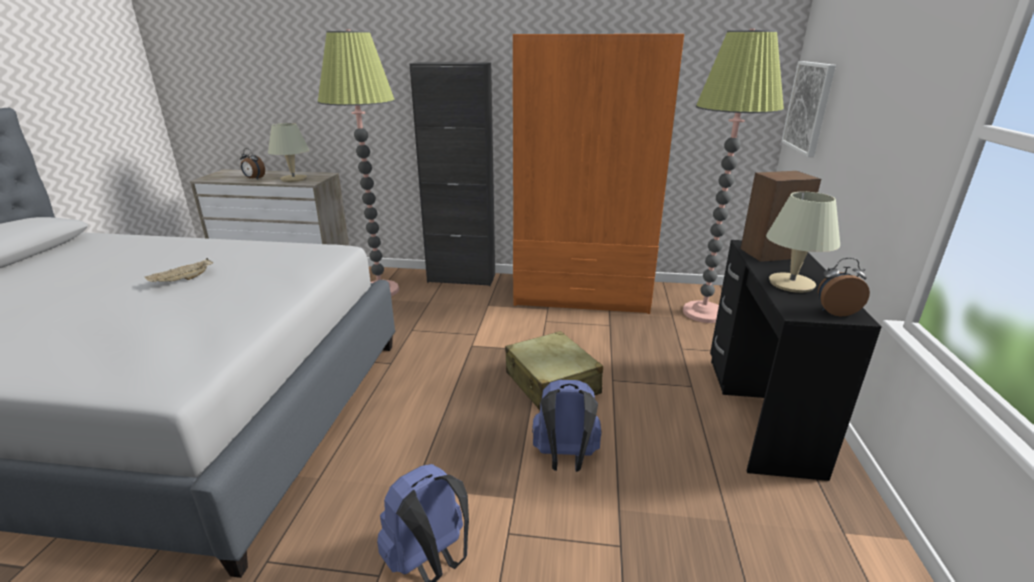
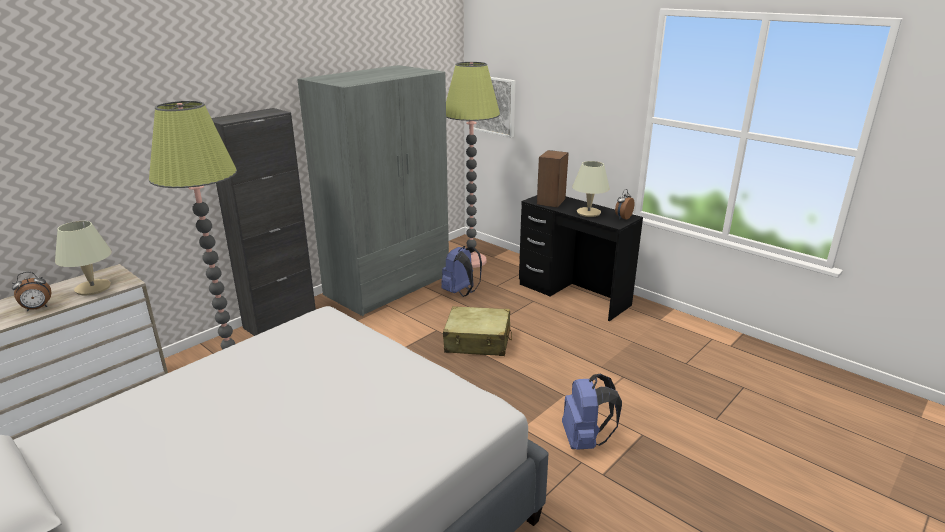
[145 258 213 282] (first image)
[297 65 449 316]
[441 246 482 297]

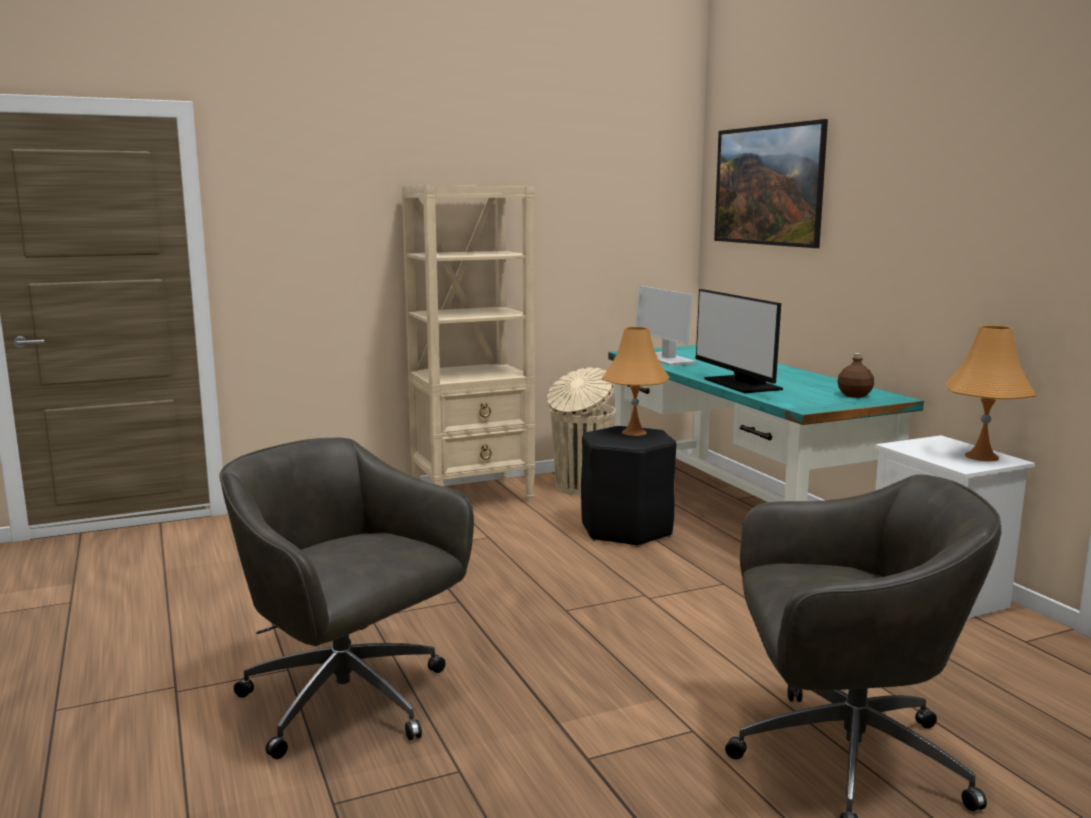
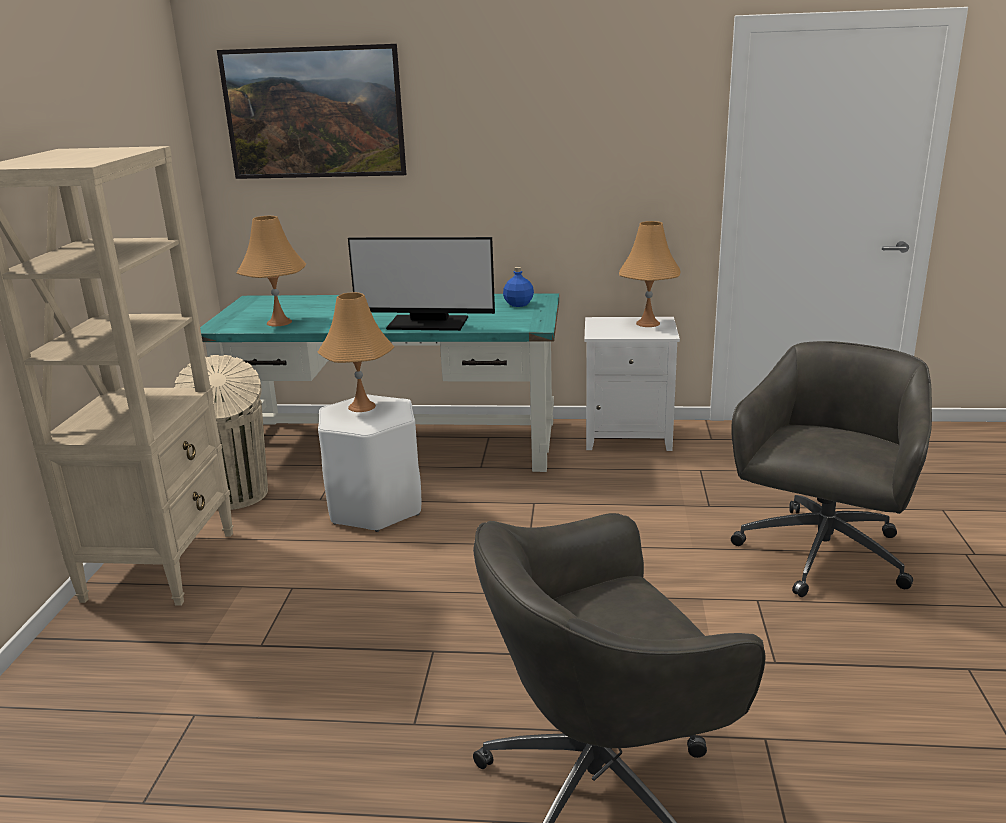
[318 394 421 532]
[237 216 306 327]
[503 267 534 307]

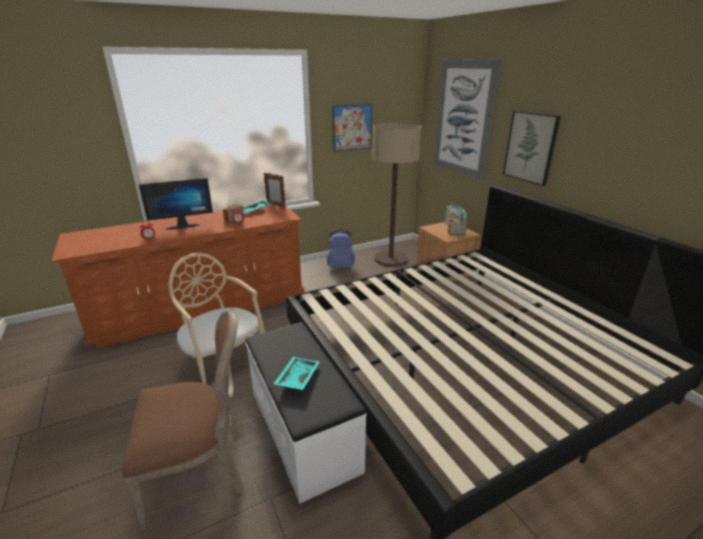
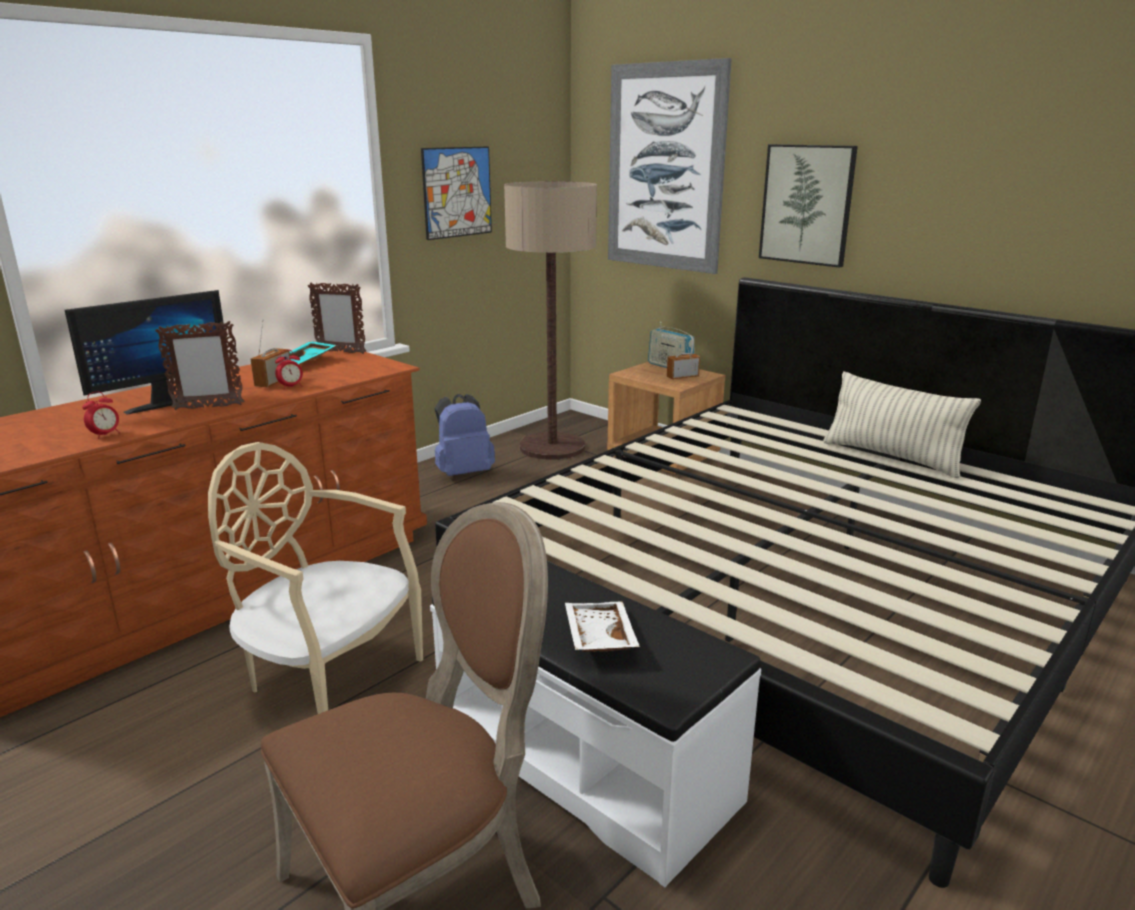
[565 601 640 652]
[155 321 244 410]
[823 371 981 478]

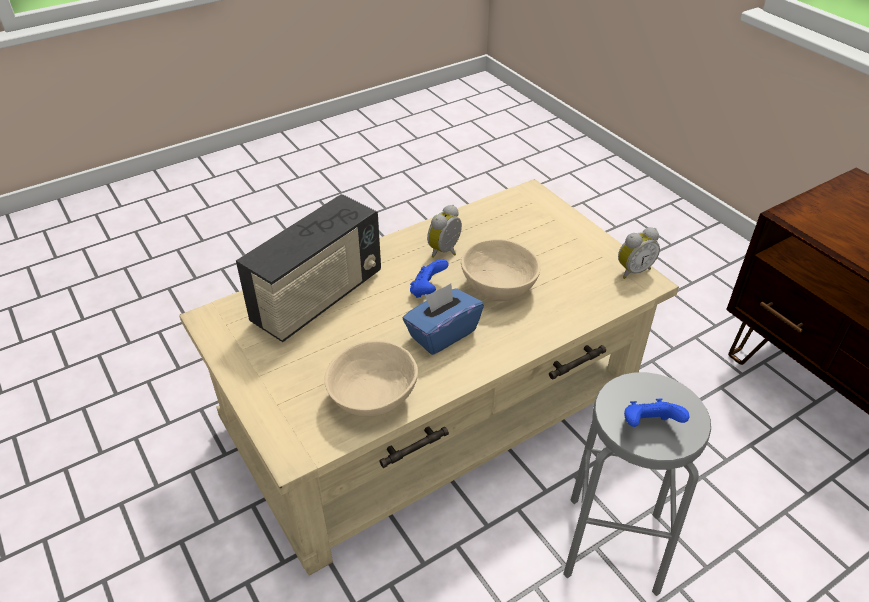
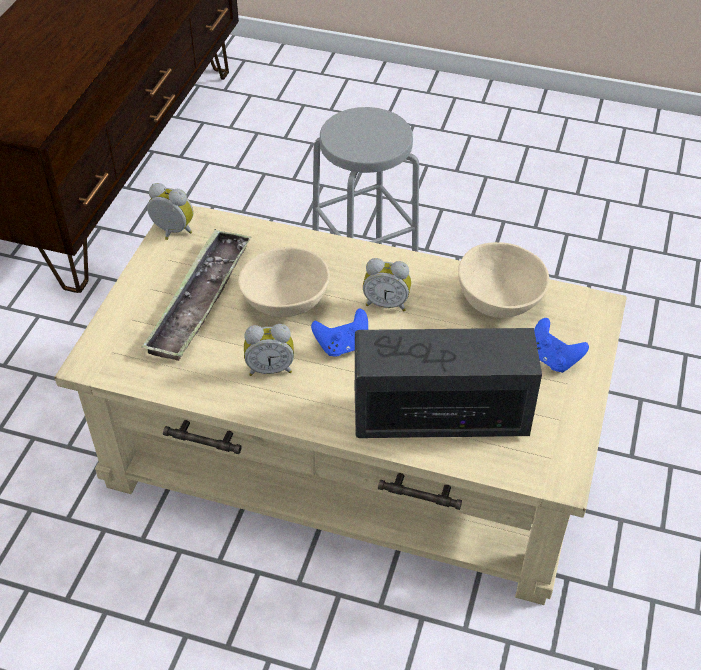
[363 258 411 311]
[534 318 589 373]
[142 229 252 361]

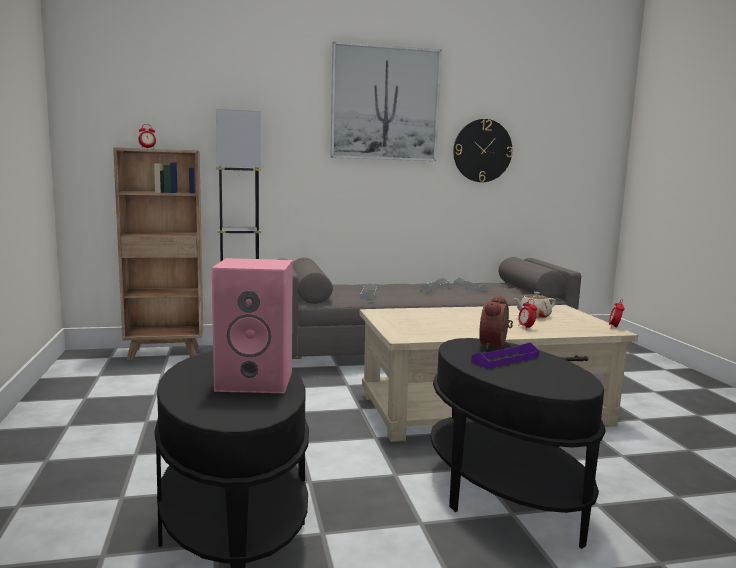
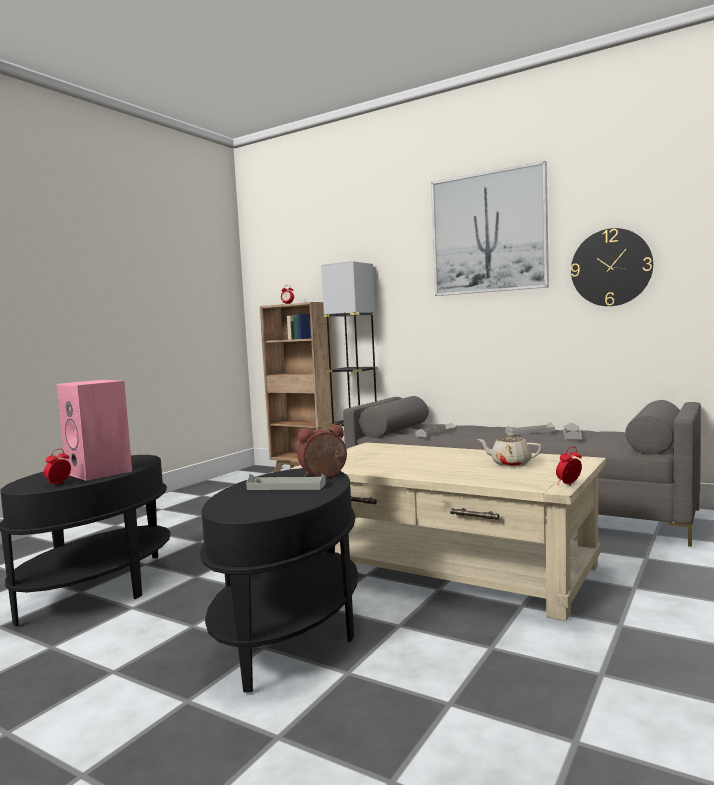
[246 473 326 490]
[44 449 71 486]

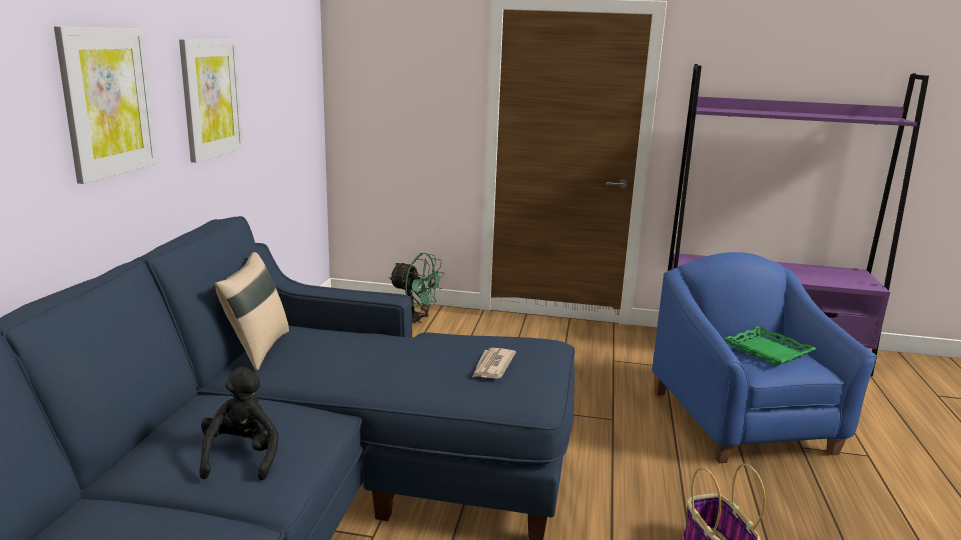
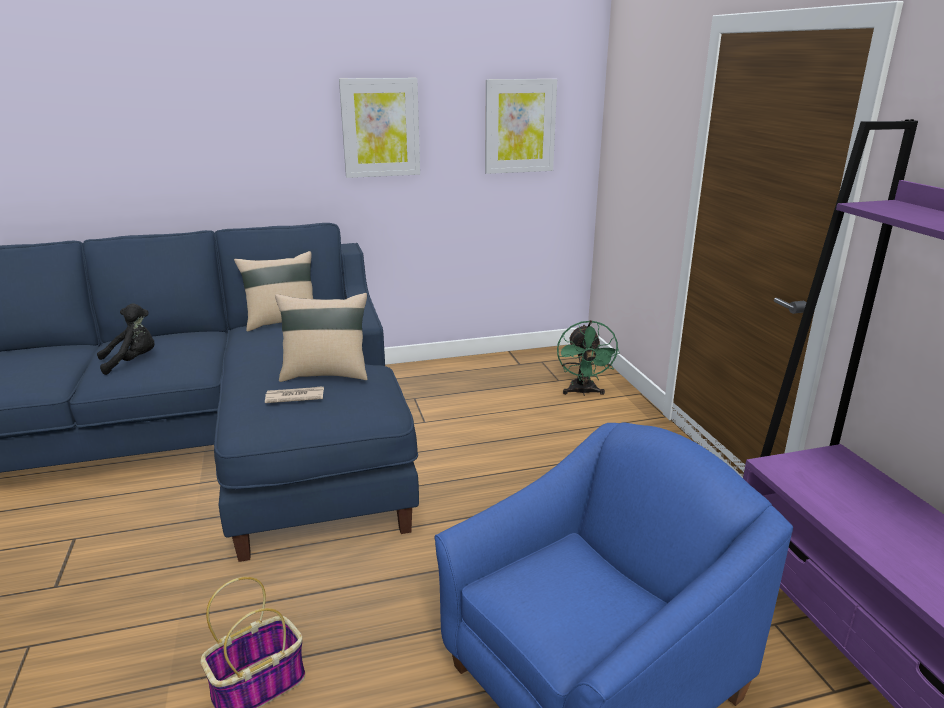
[485 79 557 174]
[724 326 816 366] (first image)
[275 293 368 382]

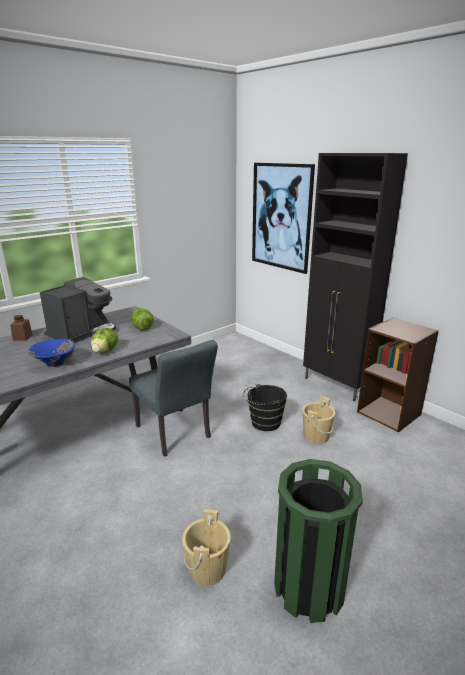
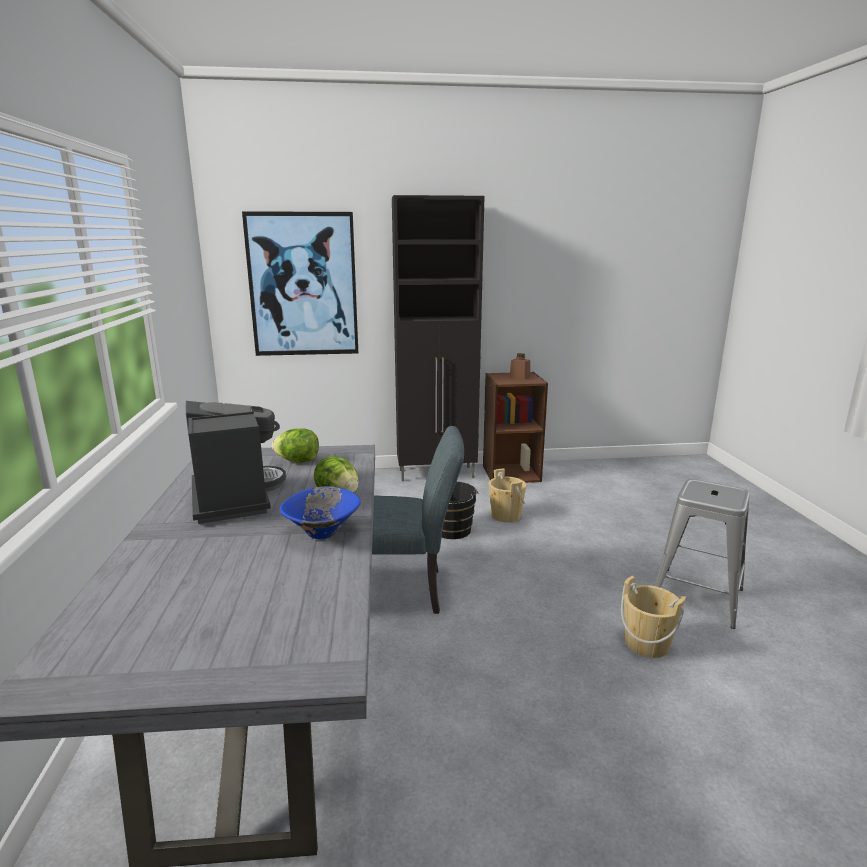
[510 353 530 379]
[655 479 750 629]

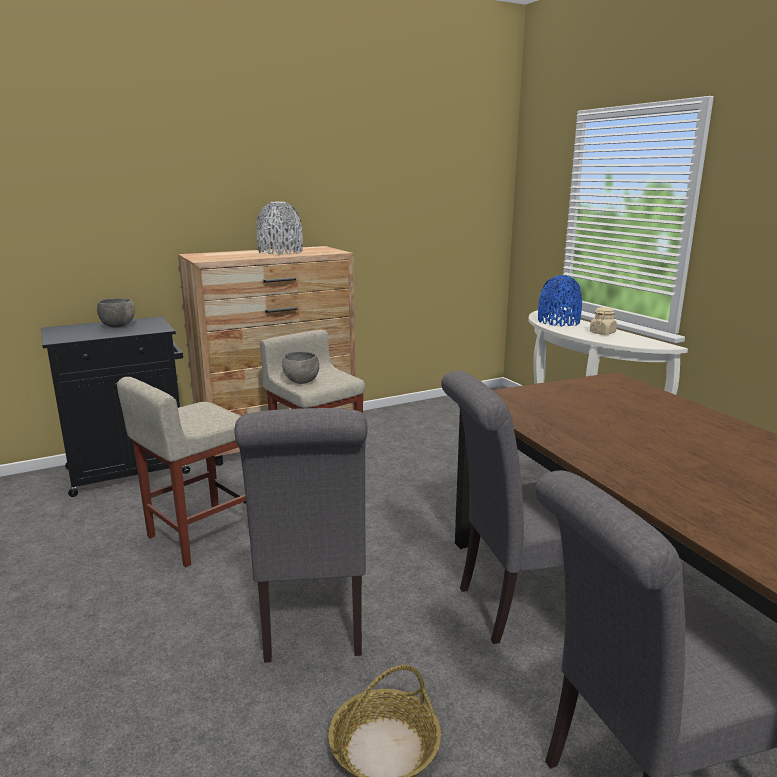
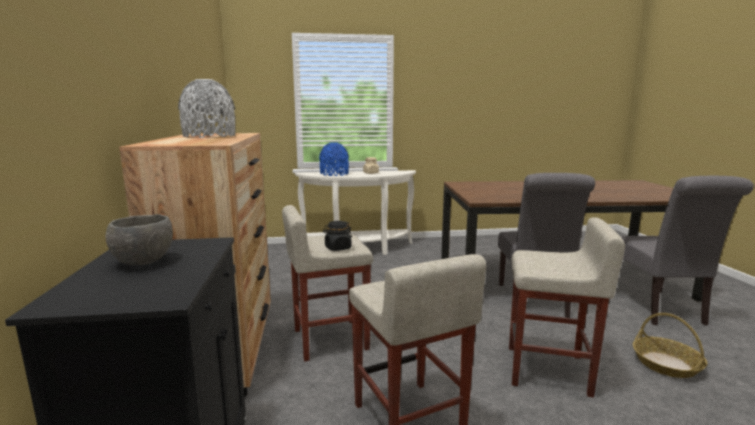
[509 217 625 398]
[323 221 352 251]

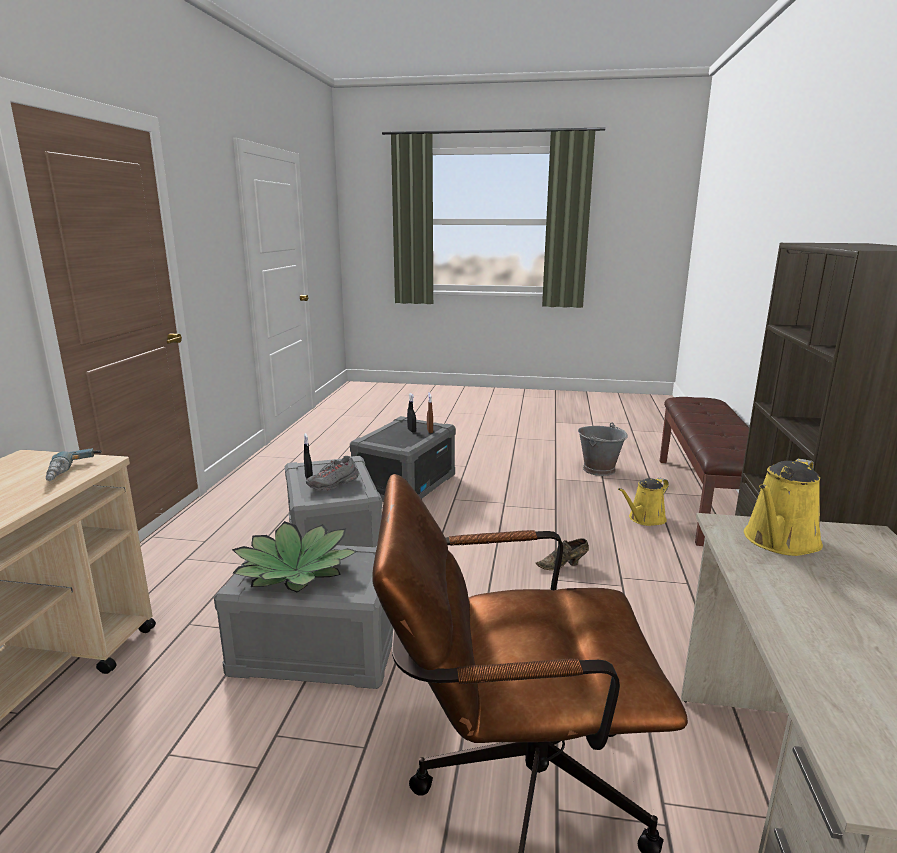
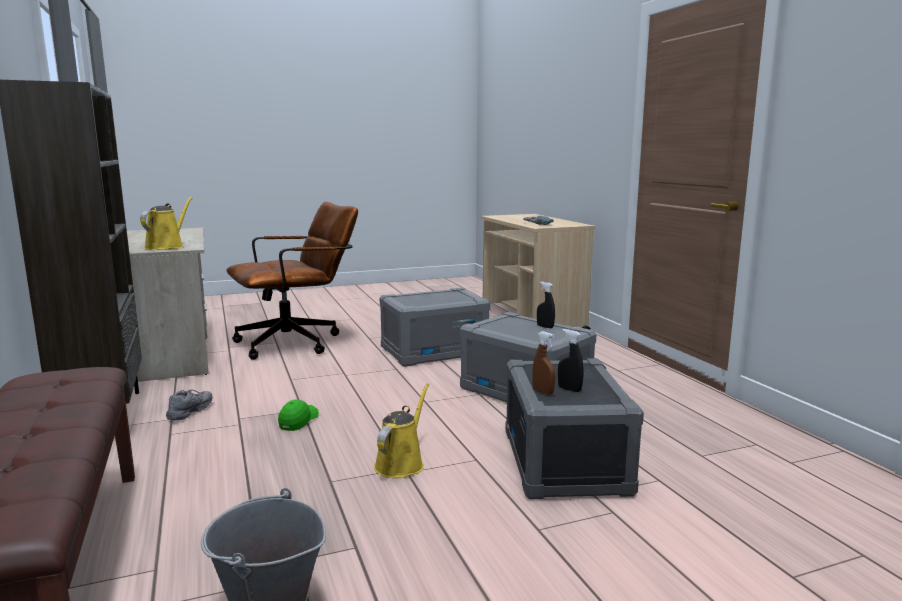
[232 521 357 592] (first image)
[166 389 213 421]
[278 399 319 431]
[374 383 429 478]

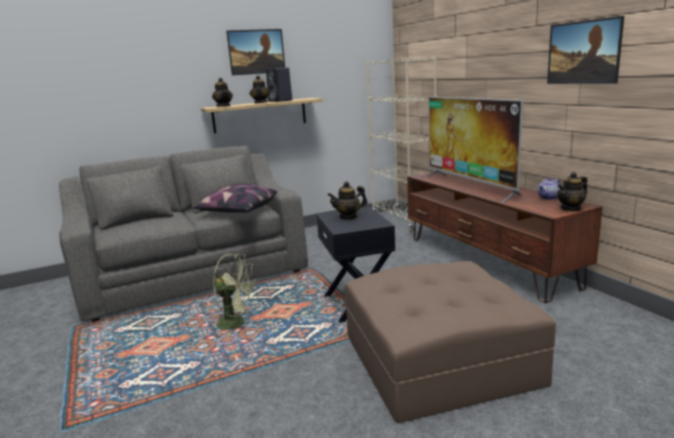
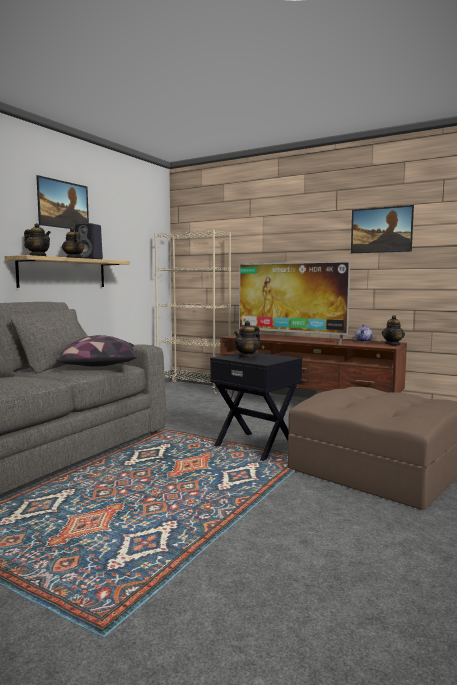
[213 254 258 336] (first image)

